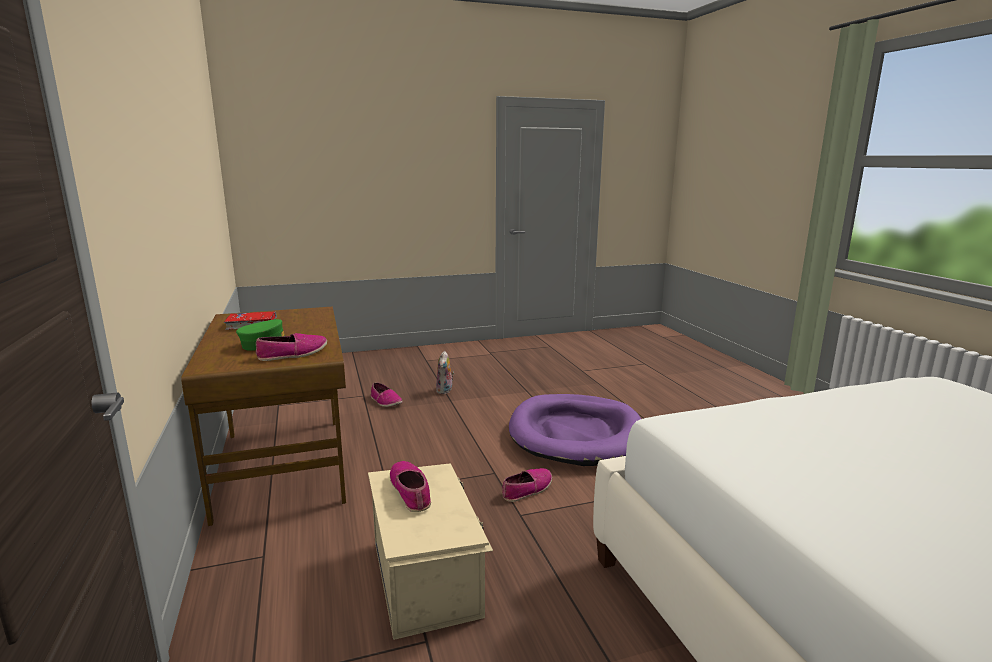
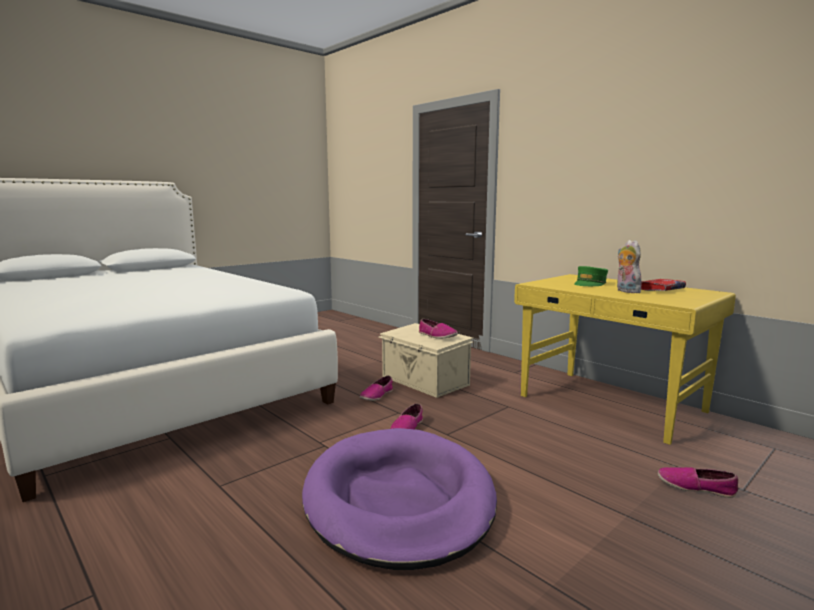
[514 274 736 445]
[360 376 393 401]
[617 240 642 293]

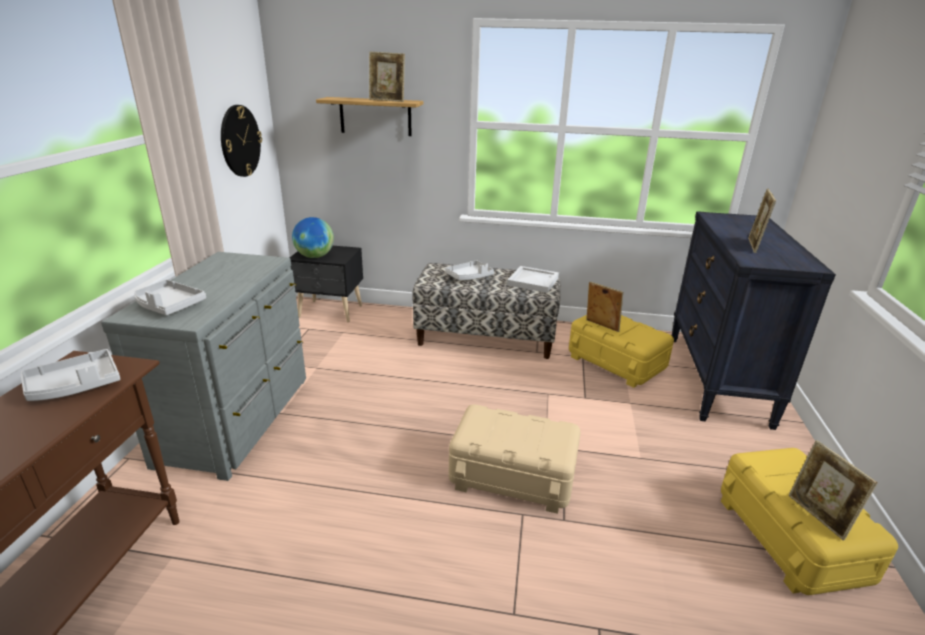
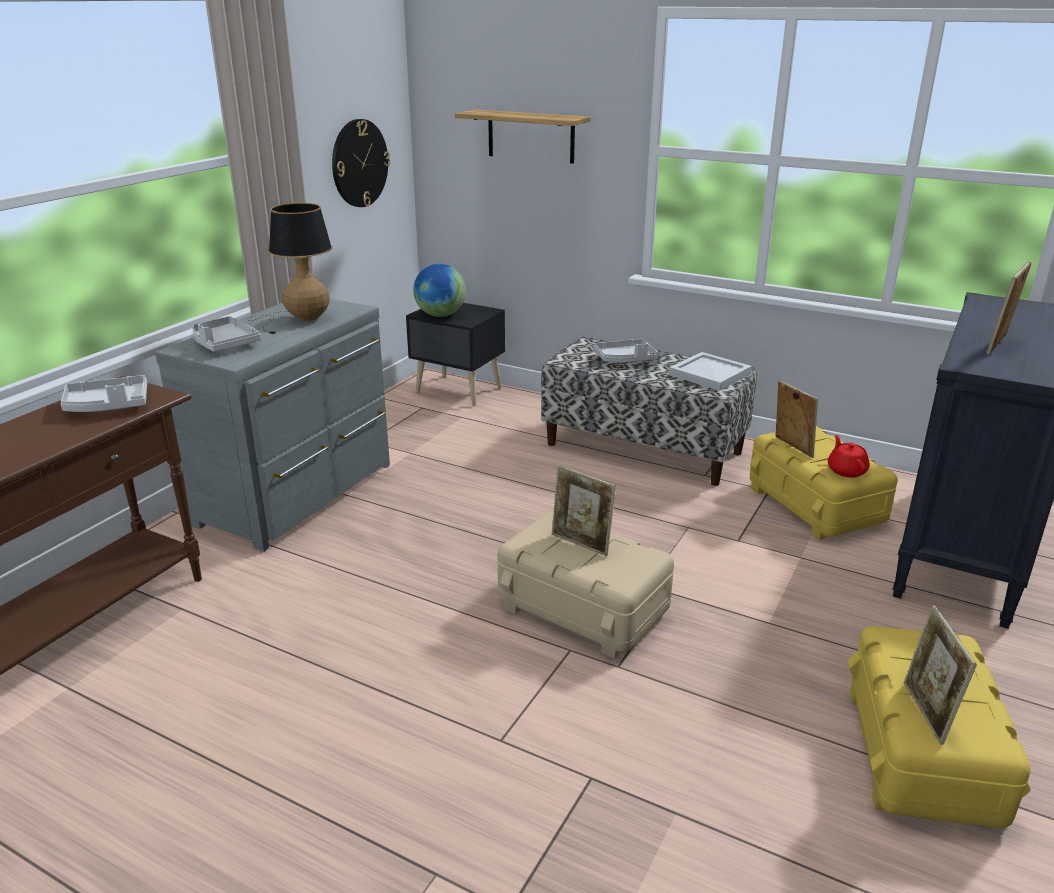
[552 465 616 556]
[250 203 333 334]
[828 435 869 477]

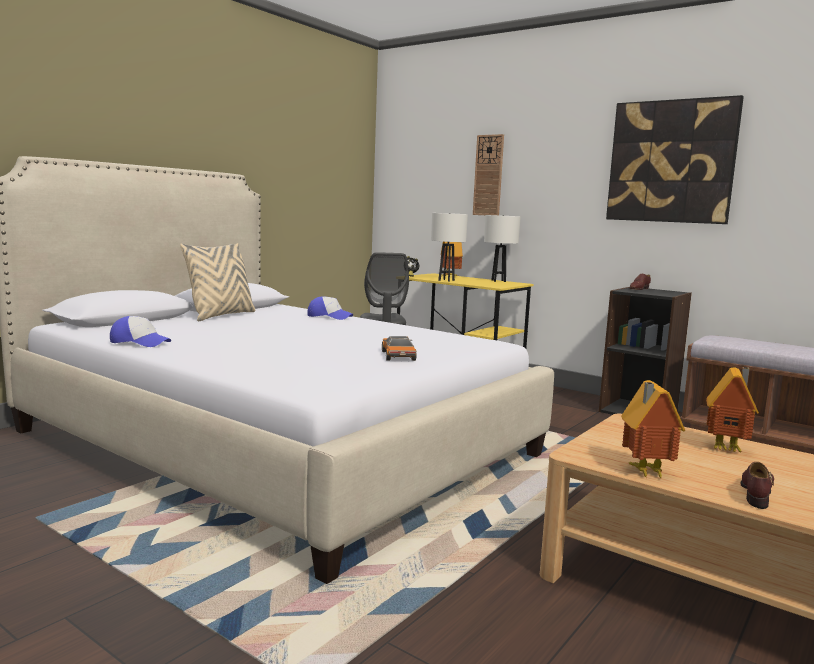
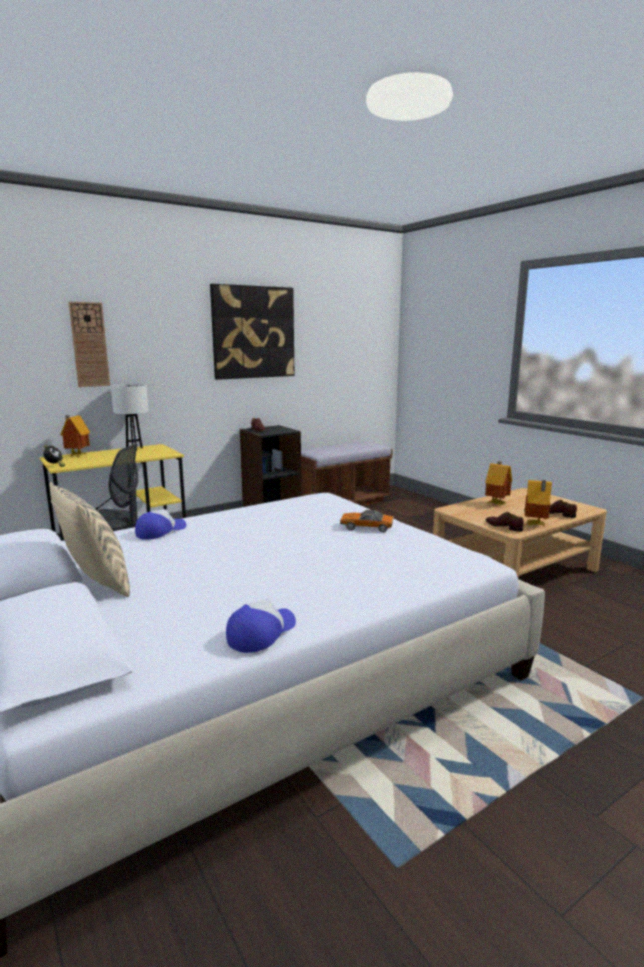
[431 213 468 282] (first image)
[486 512 524 532]

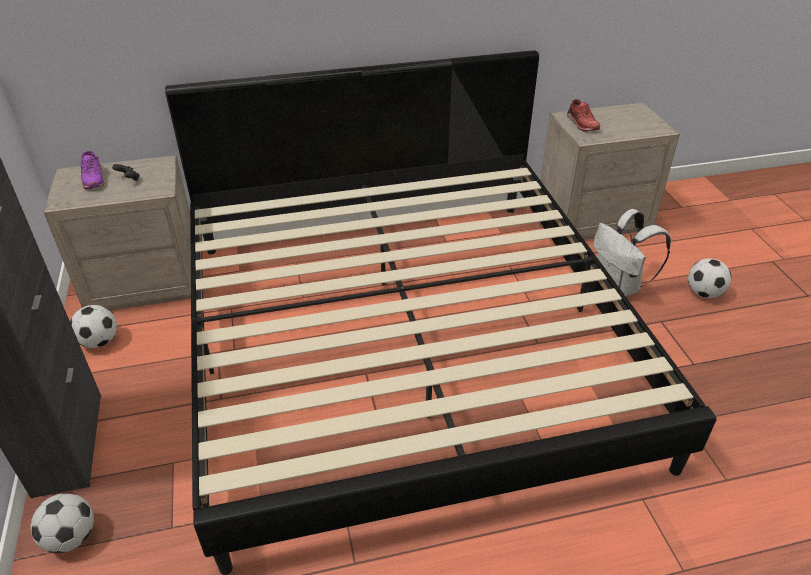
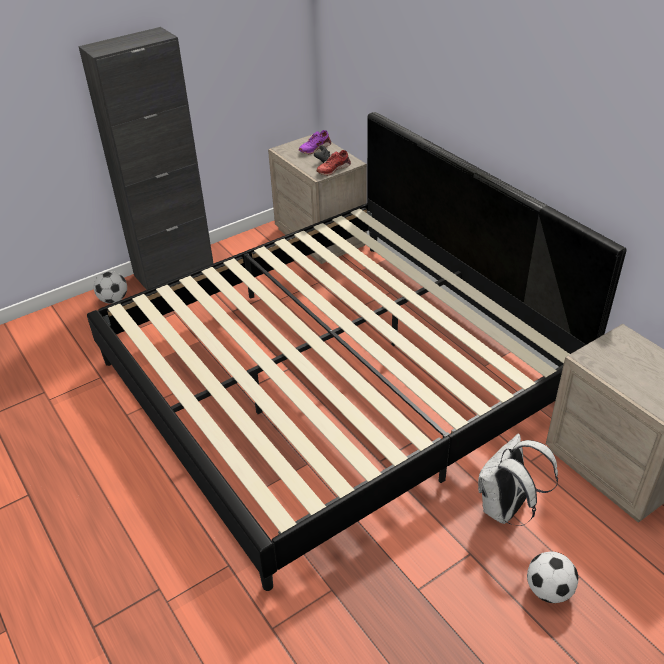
[70 305 117 348] (first image)
[316 150 351 176]

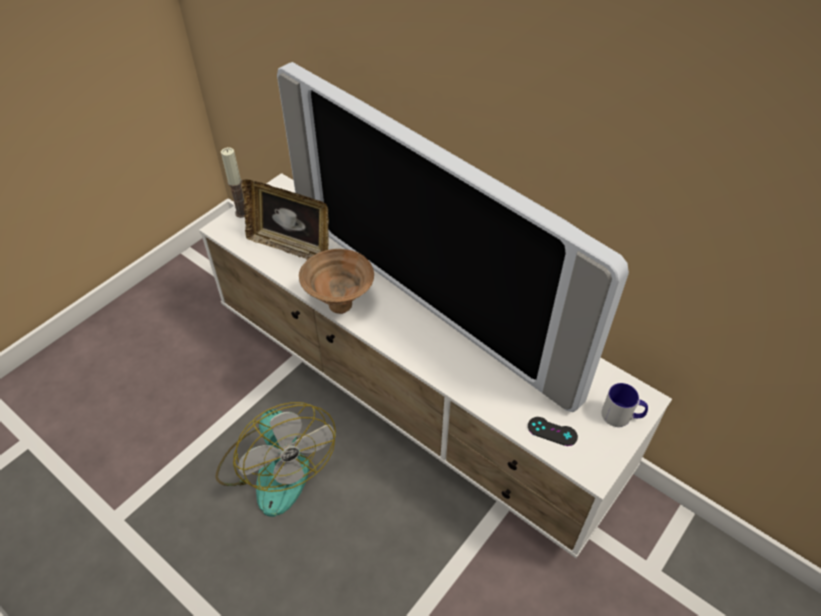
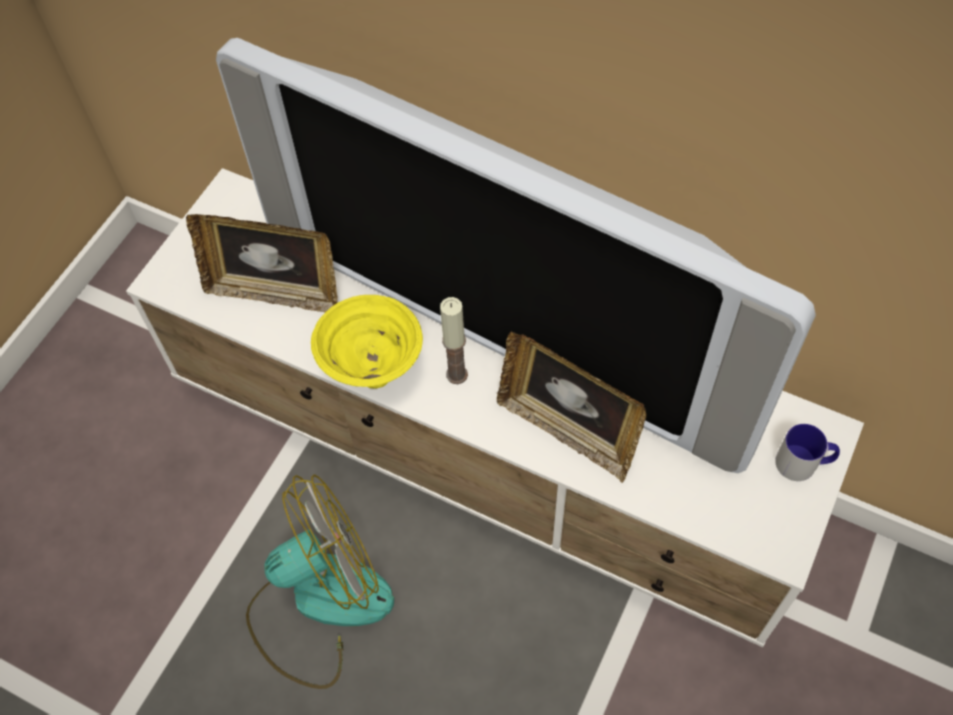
[246 475 394 689]
[440 297 468 384]
[311 295 423 388]
[528 417 578 446] (first image)
[497 332 646 483]

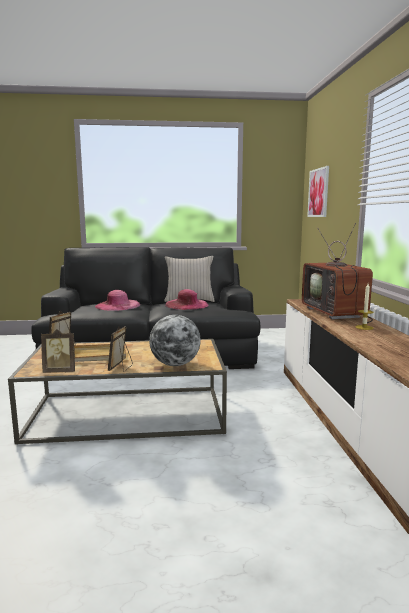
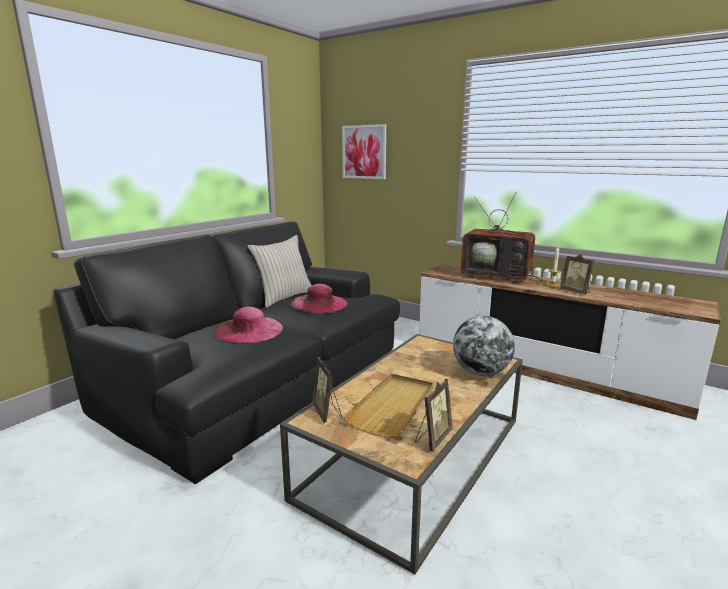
[560 254 594 295]

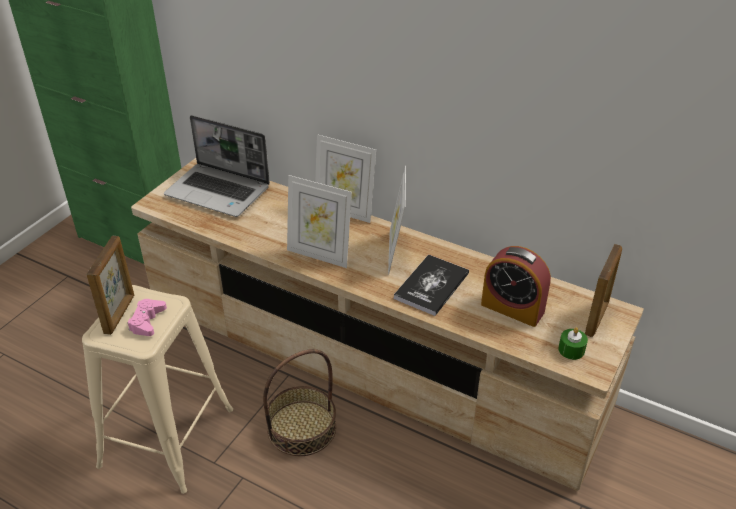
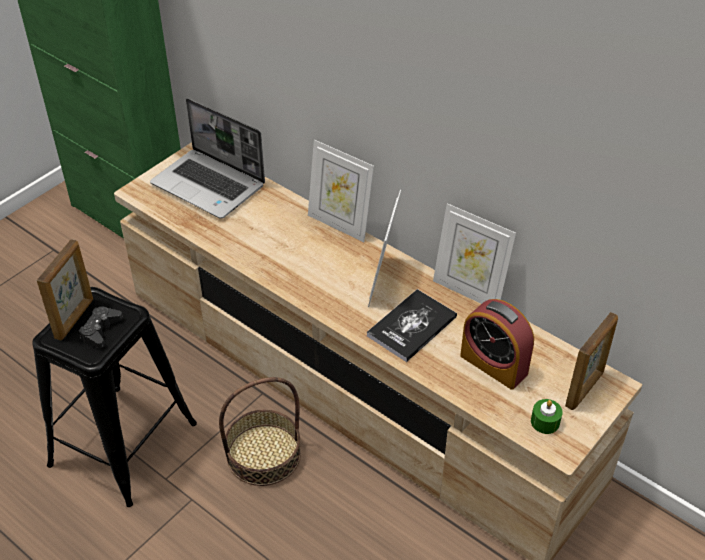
[32 287 197 507]
[79 306 123 348]
[433 203 516 304]

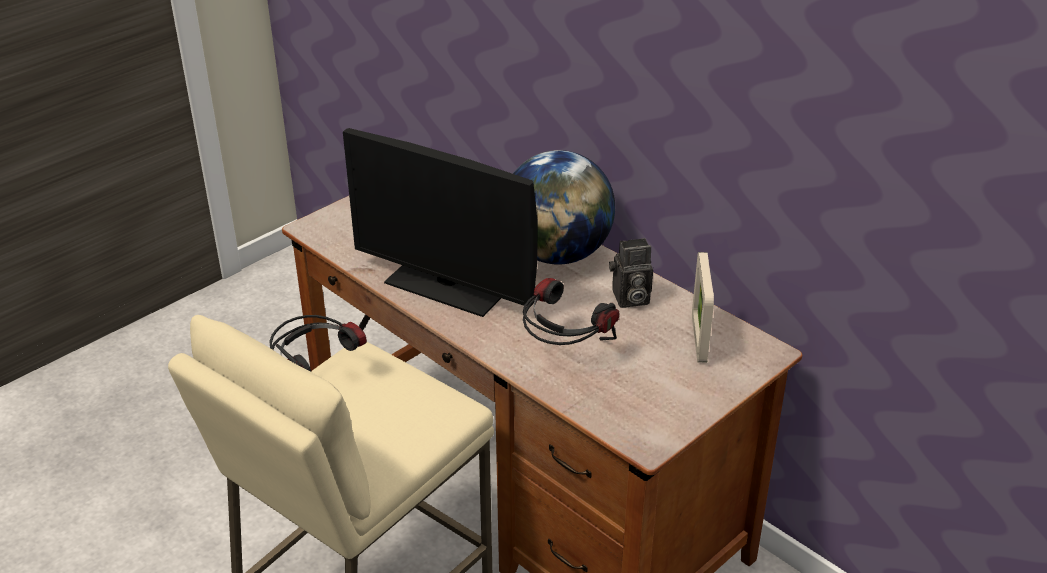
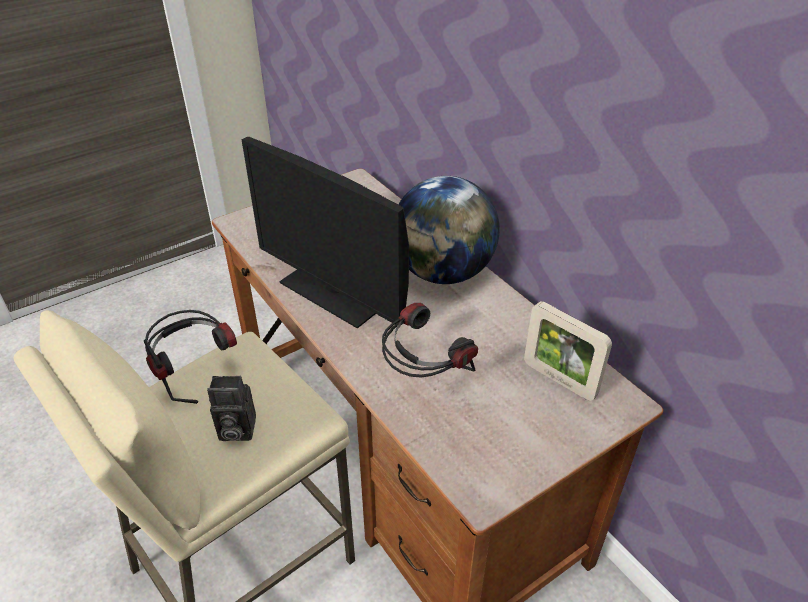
[207 376 256 441]
[524 301 612 401]

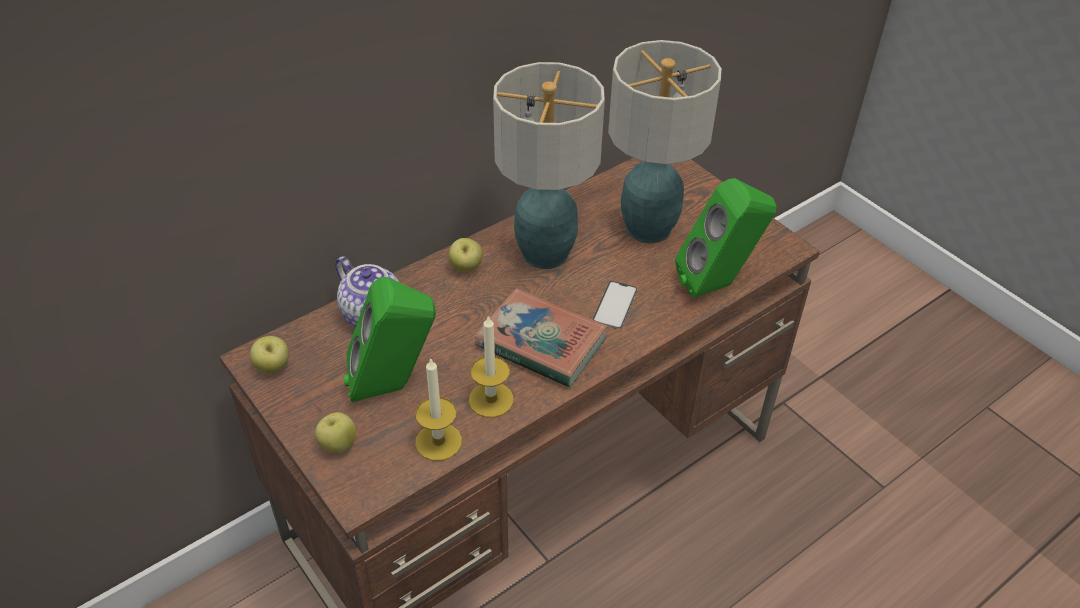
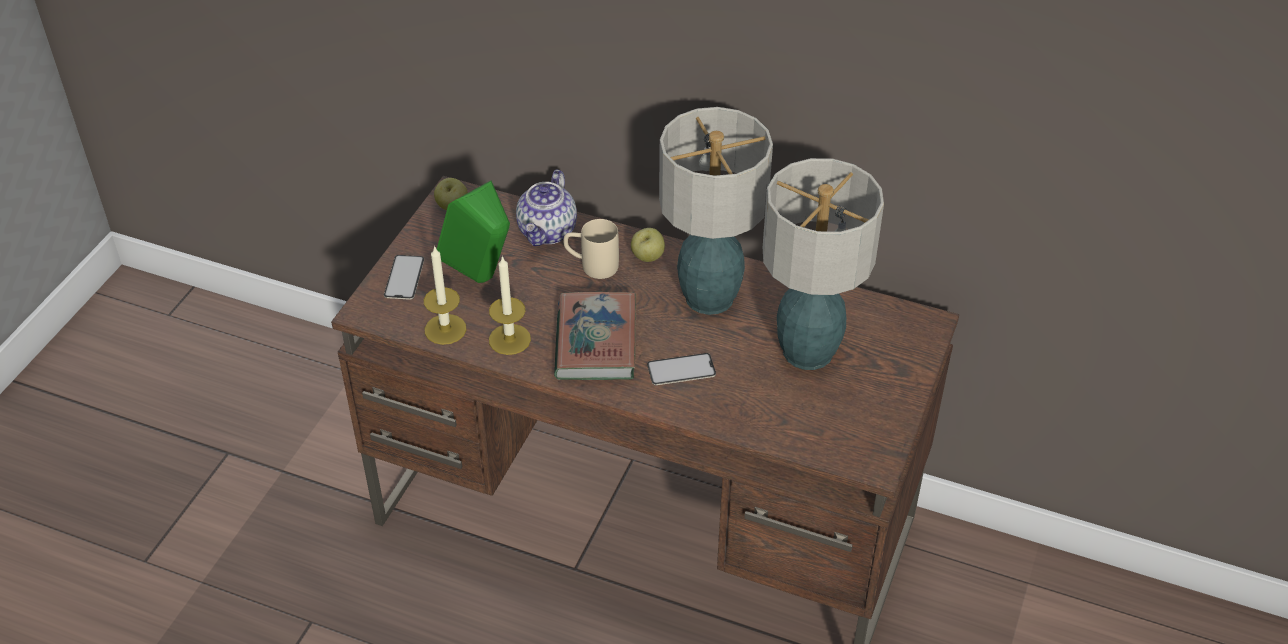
[384 255 424 300]
[675 178 777 298] (first image)
[563 219 619 279]

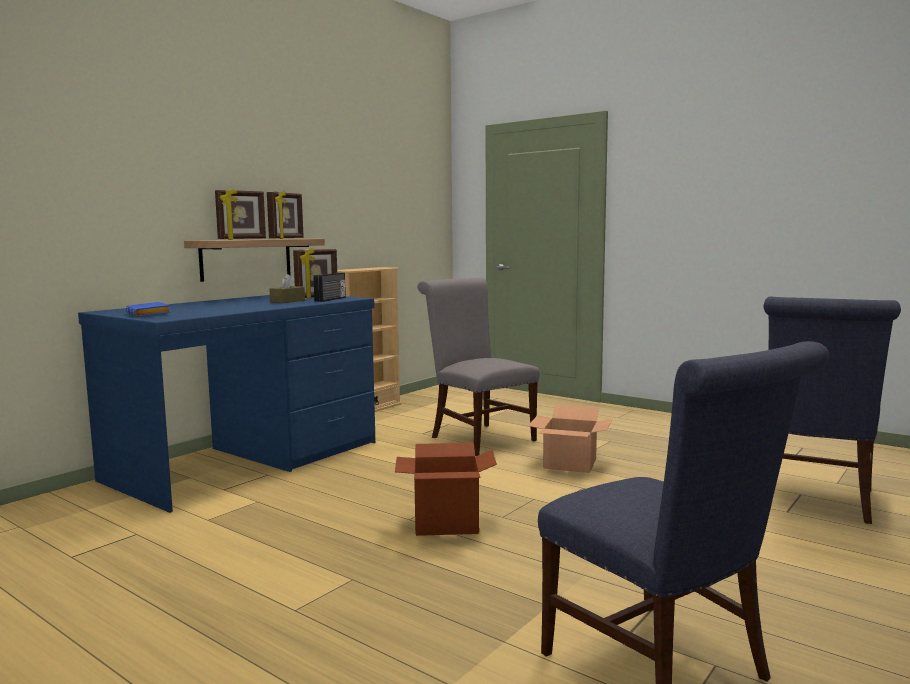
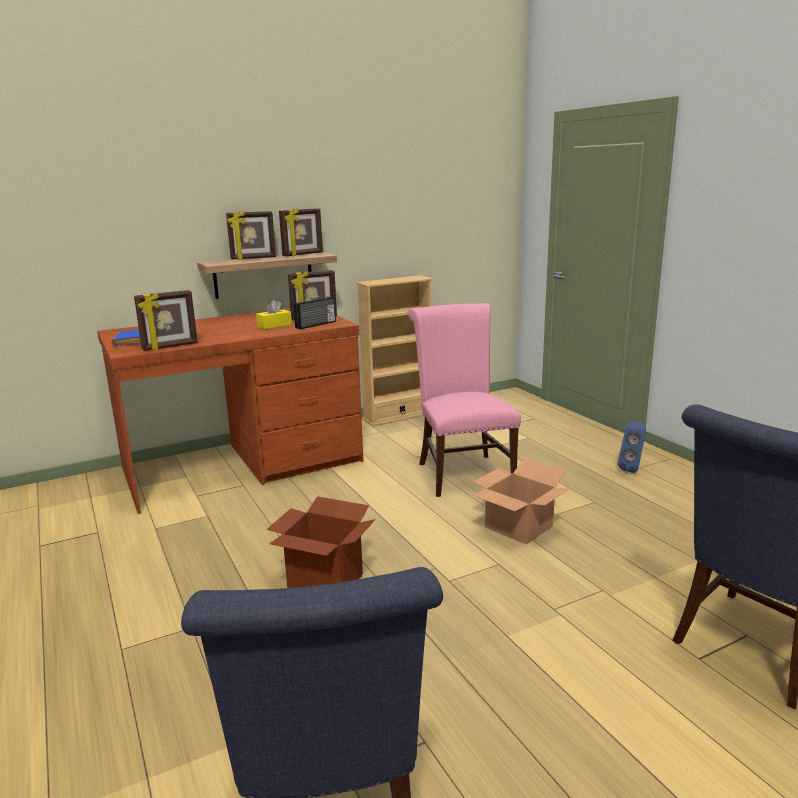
[97 308 364 514]
[256 300 292 329]
[408 303 521 497]
[134 290 198 351]
[618 421 646 473]

